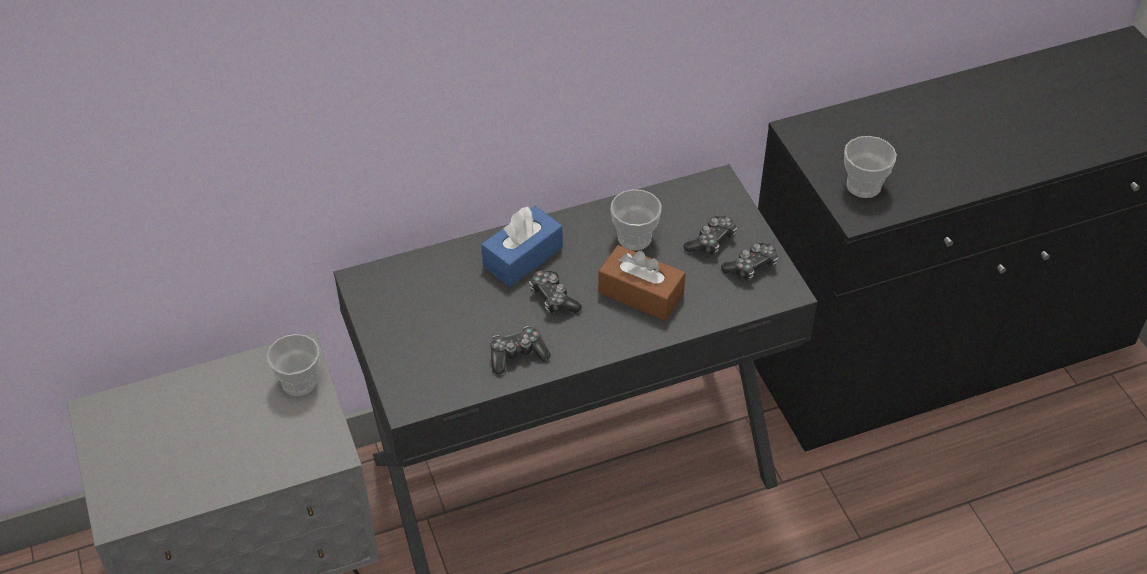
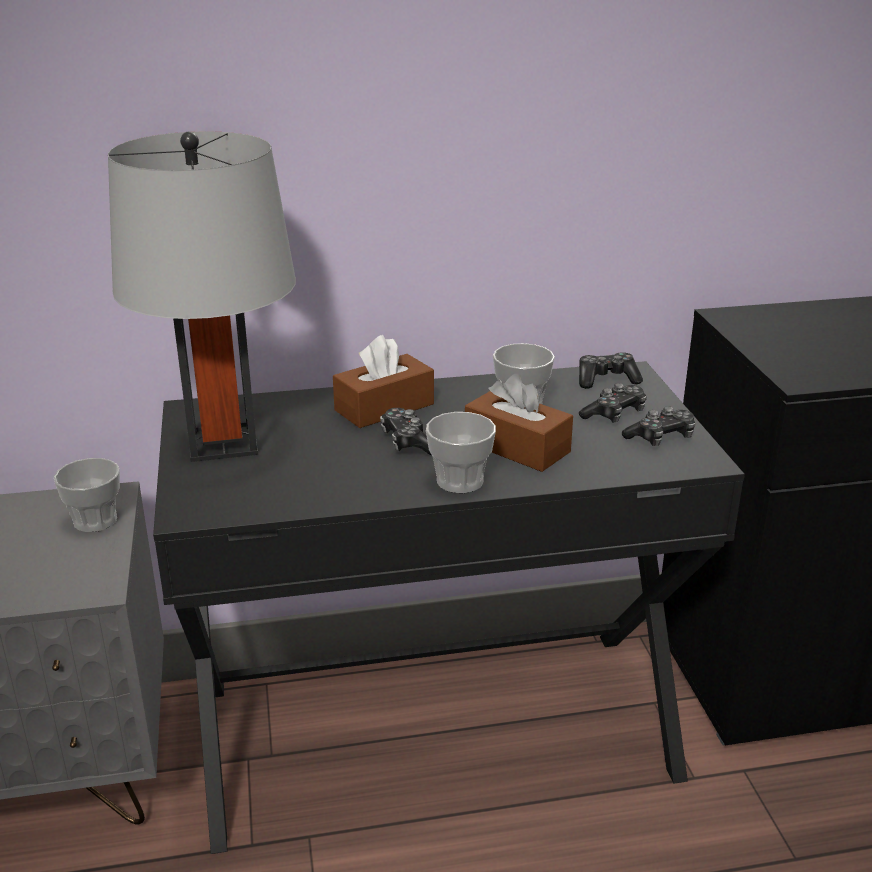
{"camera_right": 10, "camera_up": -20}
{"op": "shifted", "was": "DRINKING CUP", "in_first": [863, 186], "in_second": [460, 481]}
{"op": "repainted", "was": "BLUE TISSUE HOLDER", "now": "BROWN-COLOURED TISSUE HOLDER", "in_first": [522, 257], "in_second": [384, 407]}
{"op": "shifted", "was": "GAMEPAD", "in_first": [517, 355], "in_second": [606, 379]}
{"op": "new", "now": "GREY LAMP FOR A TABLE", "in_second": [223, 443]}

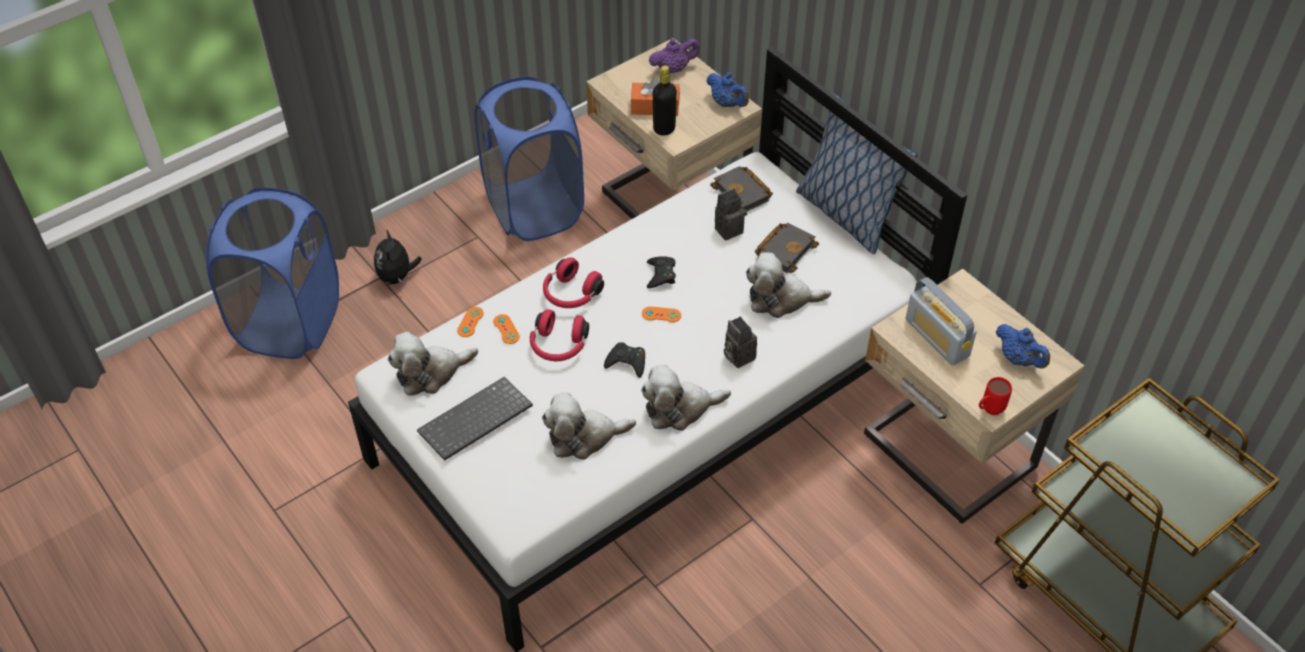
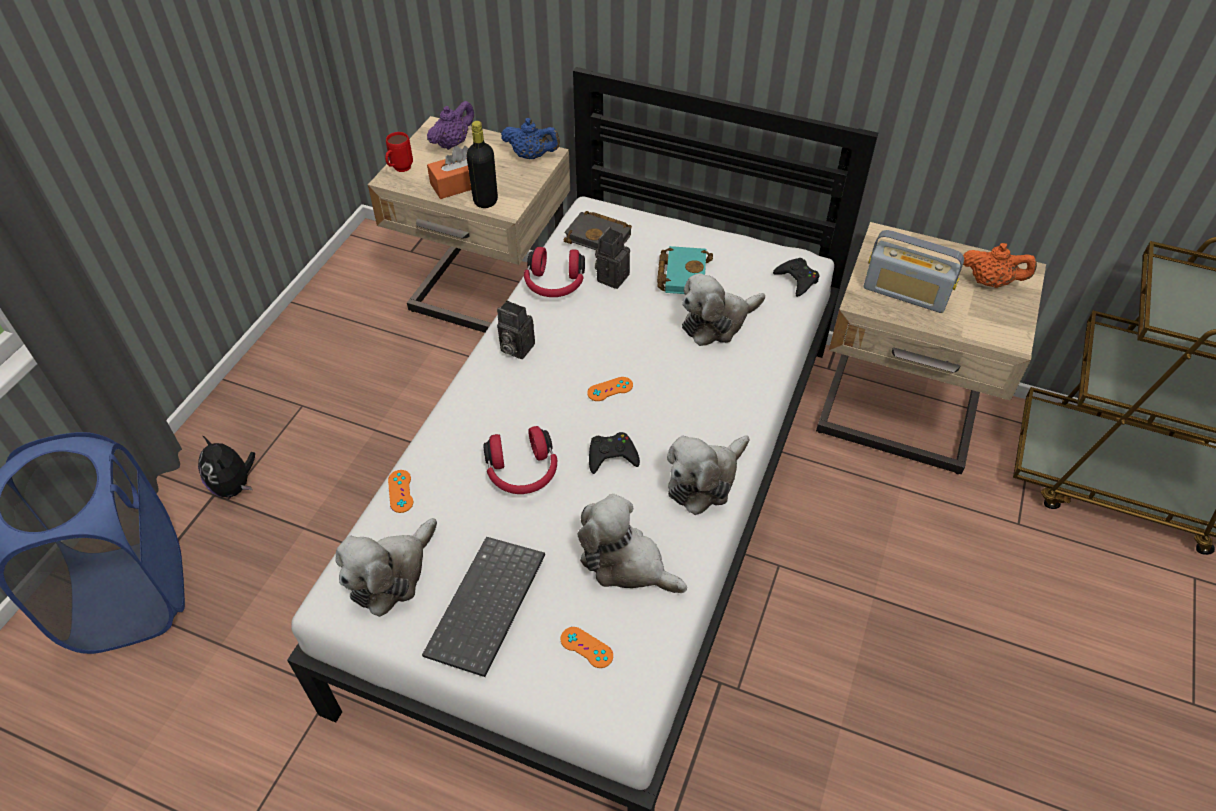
{"camera_right": -30, "camera_up": 0}
{"op": "gone", "was": "BLUE WASHING BASKET", "in_first": [533, 209]}
{"op": "gone", "was": "PILLOW", "in_first": [845, 214]}
{"op": "repainted", "was": "BLACK-COLOURED VOLUME", "now": "TURQUOISE VOLUME", "in_first": [785, 249], "in_second": [682, 274]}
{"op": "shifted", "was": "BLACK-COLOURED GAMEPAD", "in_first": [661, 275], "in_second": [797, 280]}
{"op": "shifted", "was": "RED-COLOURED HEADPHONES", "in_first": [571, 294], "in_second": [554, 284]}
{"op": "shifted", "was": "ORANGEY GAMEPAD", "in_first": [506, 329], "in_second": [586, 647]}
{"op": "shifted", "was": "PHOTO CAMERA", "in_first": [737, 356], "in_second": [515, 348]}
{"op": "repainted", "was": "BLUE POT FOR TEA", "now": "ORANGEY POT FOR TEA", "in_first": [1018, 359], "in_second": [990, 282]}
{"op": "shifted", "was": "RED-COLOURED MUG", "in_first": [988, 410], "in_second": [399, 170]}
{"op": "rotated", "was": "SOFT TOY", "in_first": [584, 437], "in_second": [626, 563], "clockwise": 75}

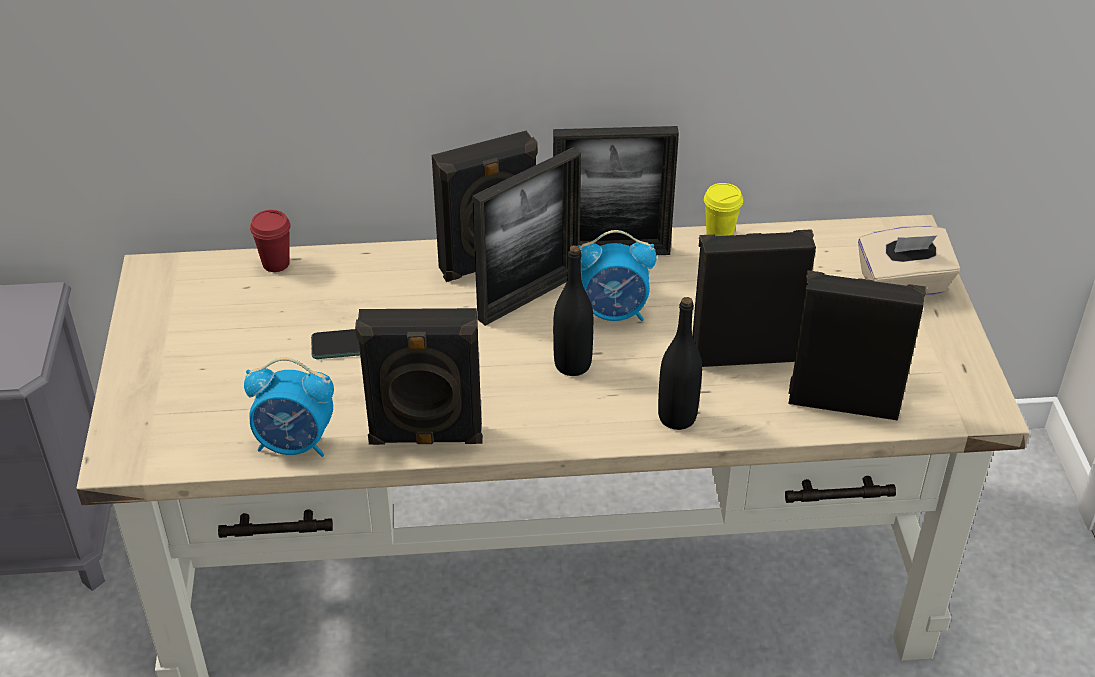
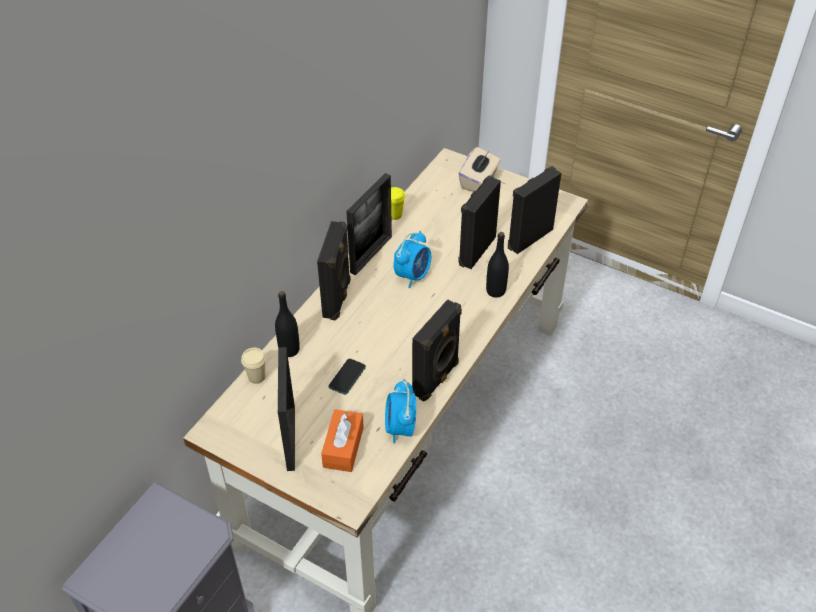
{"camera_right": -55, "camera_up": 5}
{"op": "shifted", "was": "PICTURE FRAME", "in_first": [529, 297], "in_second": [291, 438]}
{"op": "repainted", "was": "RED-COLOURED DRINKING CUP", "now": "BEIGE-COLOURED DRINKING CUP", "in_first": [276, 263], "in_second": [256, 377]}
{"op": "shifted", "was": "BLACK-COLOURED BOTTLE", "in_first": [572, 364], "in_second": [289, 350]}
{"op": "rotated", "was": "TABLE CLOCK", "in_first": [295, 444], "in_second": [400, 428], "clockwise": 135}
{"op": "new", "now": "ORANGEY TISSUE HOLDER", "in_second": [343, 447]}

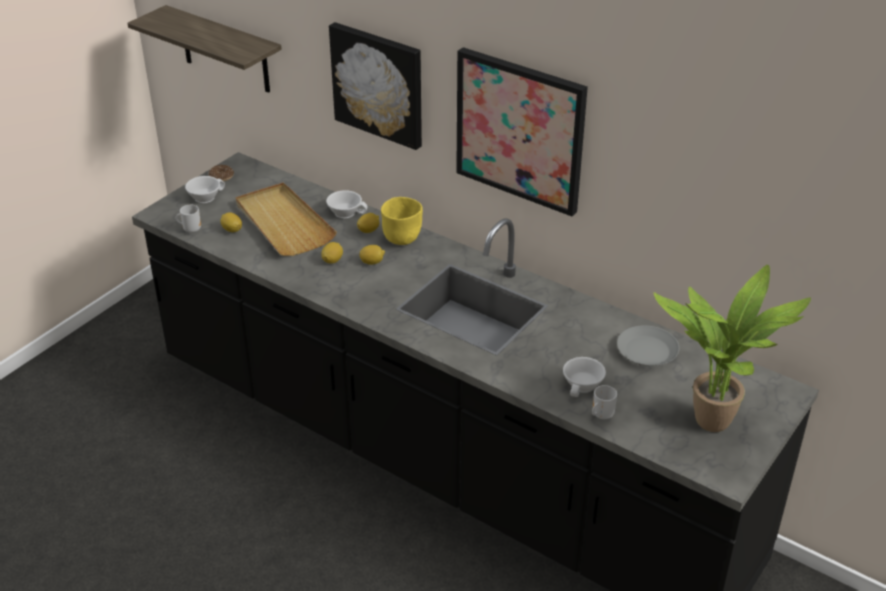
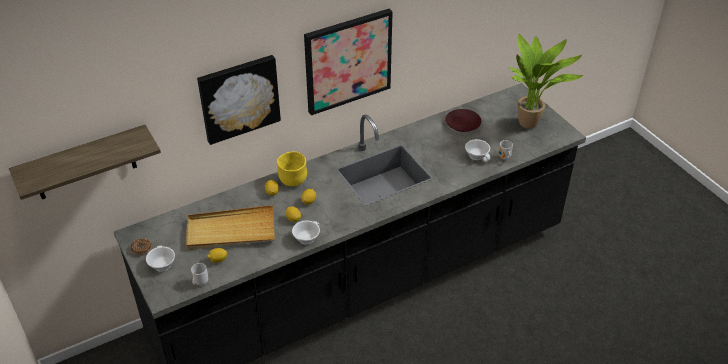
{"camera_right": -65, "camera_up": 5}
{"op": "shifted", "was": "WHITE-COLOURED DRINKING CUP", "in_first": [346, 212], "in_second": [306, 237]}
{"op": "repainted", "was": "GREY DINNER PLATE", "now": "BROWN-COLOURED DINNER PLATE", "in_first": [646, 351], "in_second": [462, 124]}

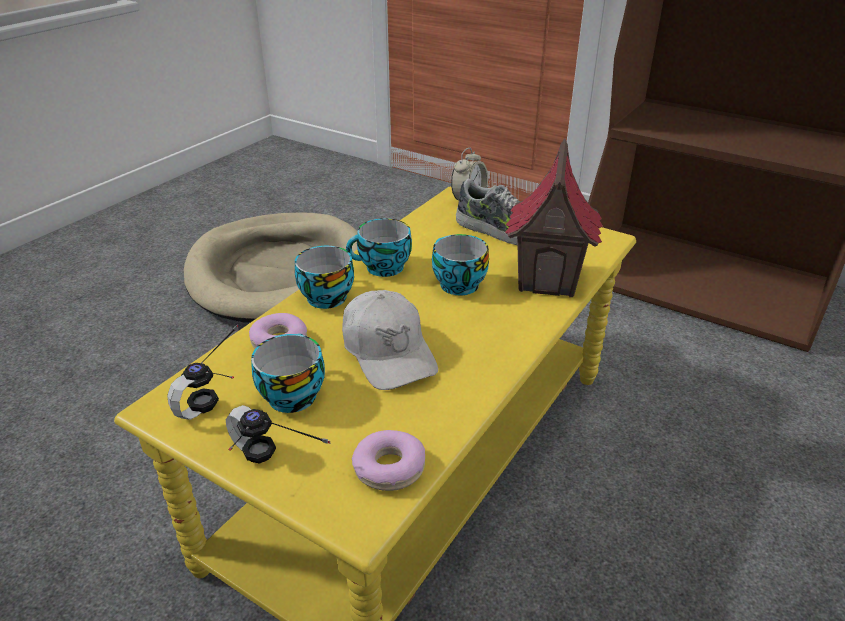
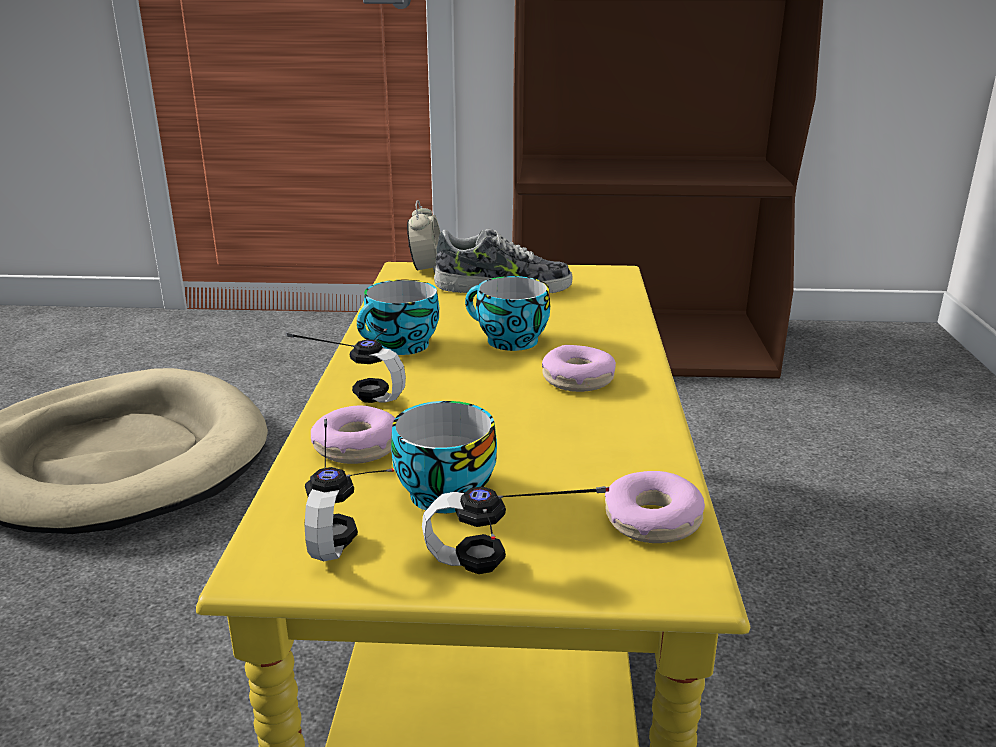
{"camera_right": -30, "camera_up": -10}
{"op": "gone", "was": "TOY HOUSE", "in_first": [548, 280]}
{"op": "swapped", "was": "DRINKING CUP", "now": "HEADPHONES", "in_first": [325, 296], "in_second": [361, 388]}
{"op": "gone", "was": "WHITE-COLOURED CAP", "in_first": [388, 352]}
{"op": "new", "now": "RING DOUGHNUT", "in_second": [578, 379]}

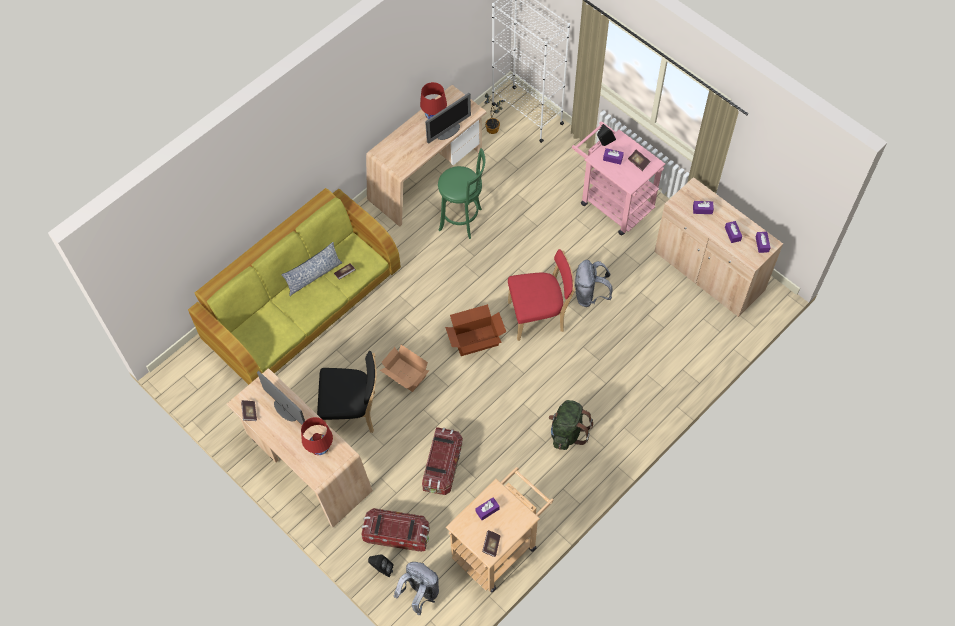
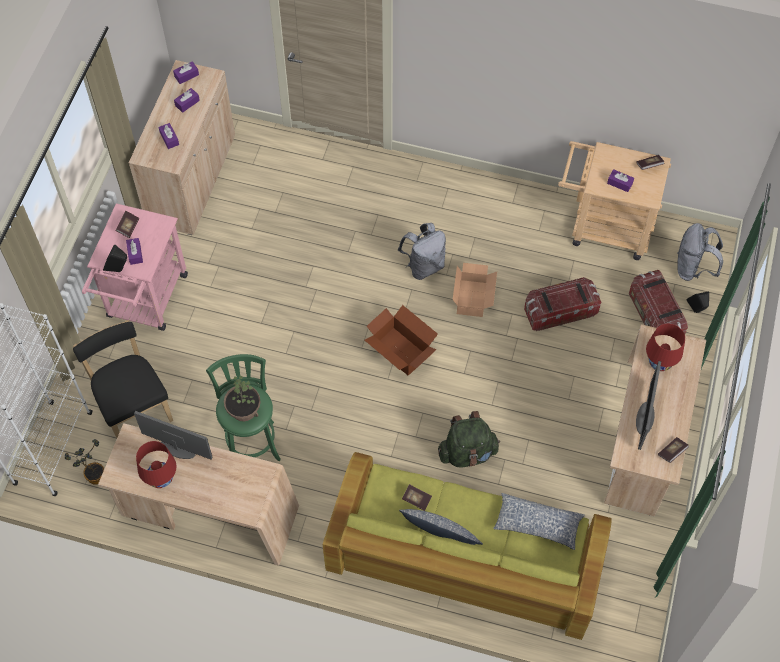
{"camera_right": -120, "camera_up": 0}
{"op": "gone", "was": "RED-COLOURED UPRIGHT CHAIR", "in_first": [539, 316]}
{"op": "shifted", "was": "GREY RUCKSACK", "in_first": [590, 295], "in_second": [424, 266]}
{"op": "shifted", "was": "CARDBOARD BOX", "in_first": [405, 376], "in_second": [473, 297]}
{"op": "shifted", "was": "BLACK-COLOURED UPRIGHT CHAIR", "in_first": [353, 412], "in_second": [133, 407]}
{"op": "shifted", "was": "GREEN-COLOURED RUCKSACK", "in_first": [567, 432], "in_second": [467, 453]}
{"op": "new", "now": "PLANT IN A POT", "in_second": [243, 410]}
{"op": "new", "now": "PILLOW", "in_second": [537, 525]}

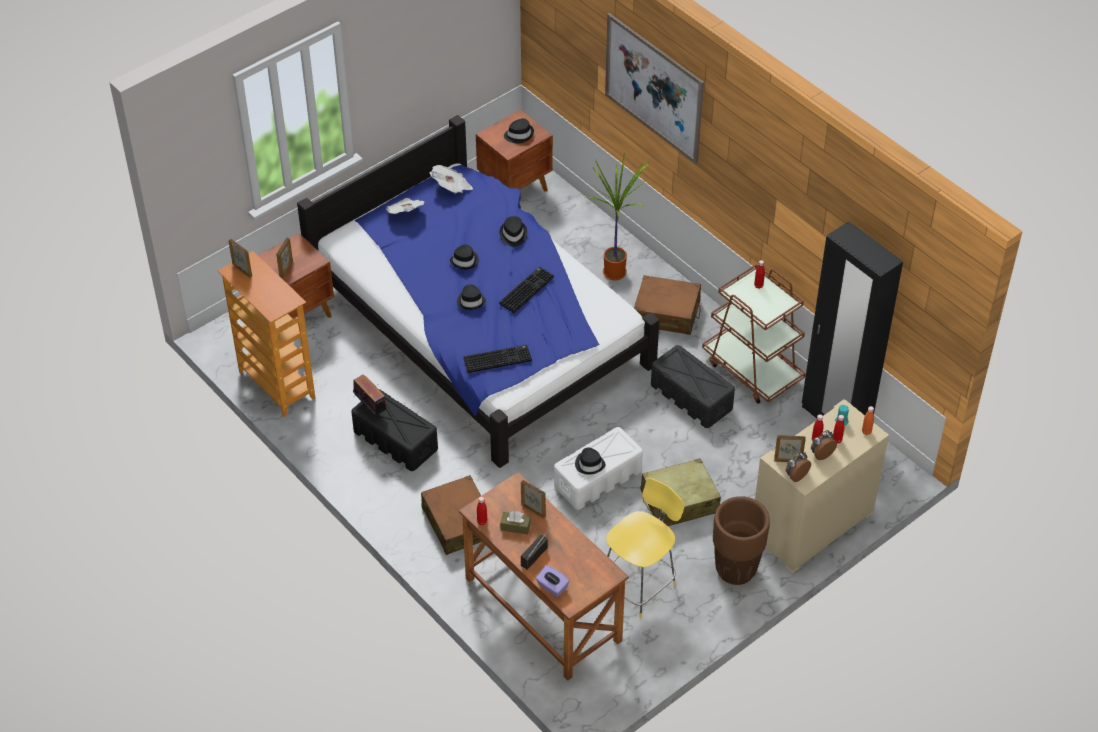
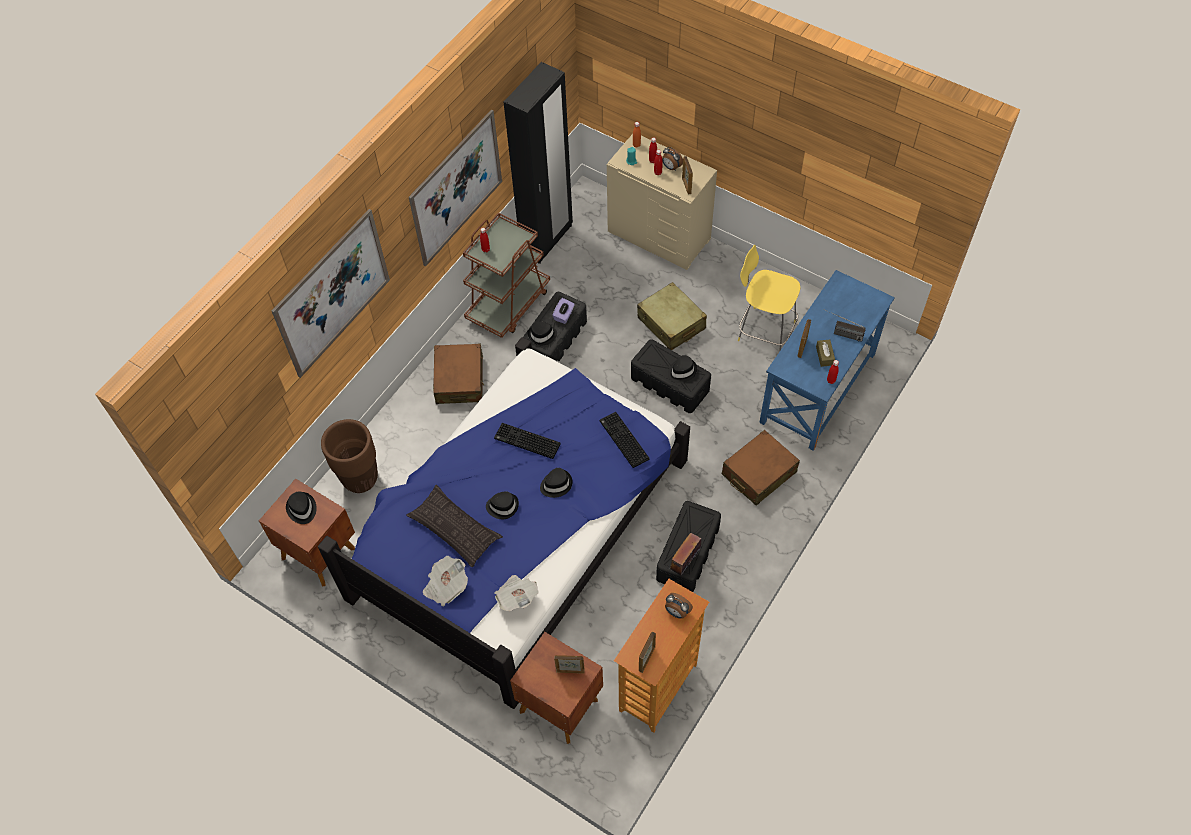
{"camera_right": -105, "camera_up": 10}
{"op": "gone", "was": "PLANT IN A POT", "in_first": [616, 272]}
{"op": "shifted", "was": "DAILY PAPER", "in_first": [452, 187], "in_second": [517, 597]}
{"op": "shifted", "was": "BLACK-COLOURED WEARABLE HAT", "in_first": [513, 235], "in_second": [542, 335]}
{"op": "repainted", "was": "WHITE-COLOURED STORAGE CONTAINER", "now": "BLACK-COLOURED STORAGE CONTAINER", "in_first": [597, 479], "in_second": [670, 385]}
{"op": "shifted", "was": "TABLE CLOCK", "in_first": [796, 475], "in_second": [677, 612]}
{"op": "repainted", "was": "BROWN-COLOURED DESK TABLE", "now": "BLUE DESK TABLE", "in_first": [542, 609], "in_second": [818, 388]}
{"op": "shifted", "was": "BROWN-COLOURED PLANTER", "in_first": [736, 570], "in_second": [360, 478]}
{"op": "shifted", "was": "PURPLISH TISSUE HOLDER", "in_first": [552, 587], "in_second": [564, 315]}
{"op": "new", "now": "WALL ART", "in_second": [457, 188]}
{"op": "new", "now": "PILLOW", "in_second": [454, 529]}

